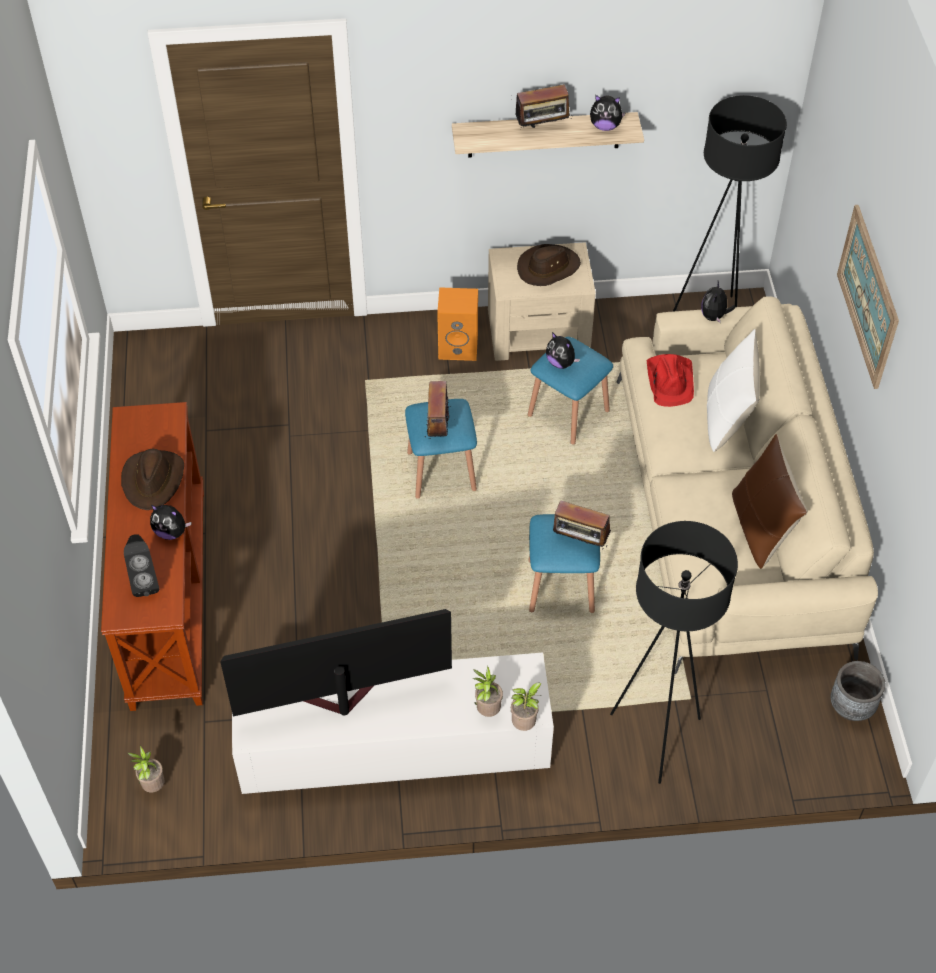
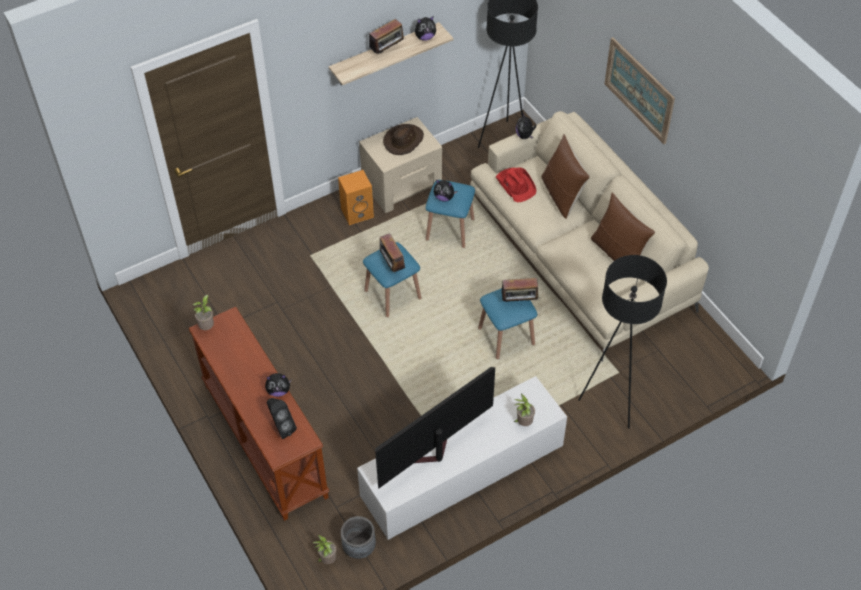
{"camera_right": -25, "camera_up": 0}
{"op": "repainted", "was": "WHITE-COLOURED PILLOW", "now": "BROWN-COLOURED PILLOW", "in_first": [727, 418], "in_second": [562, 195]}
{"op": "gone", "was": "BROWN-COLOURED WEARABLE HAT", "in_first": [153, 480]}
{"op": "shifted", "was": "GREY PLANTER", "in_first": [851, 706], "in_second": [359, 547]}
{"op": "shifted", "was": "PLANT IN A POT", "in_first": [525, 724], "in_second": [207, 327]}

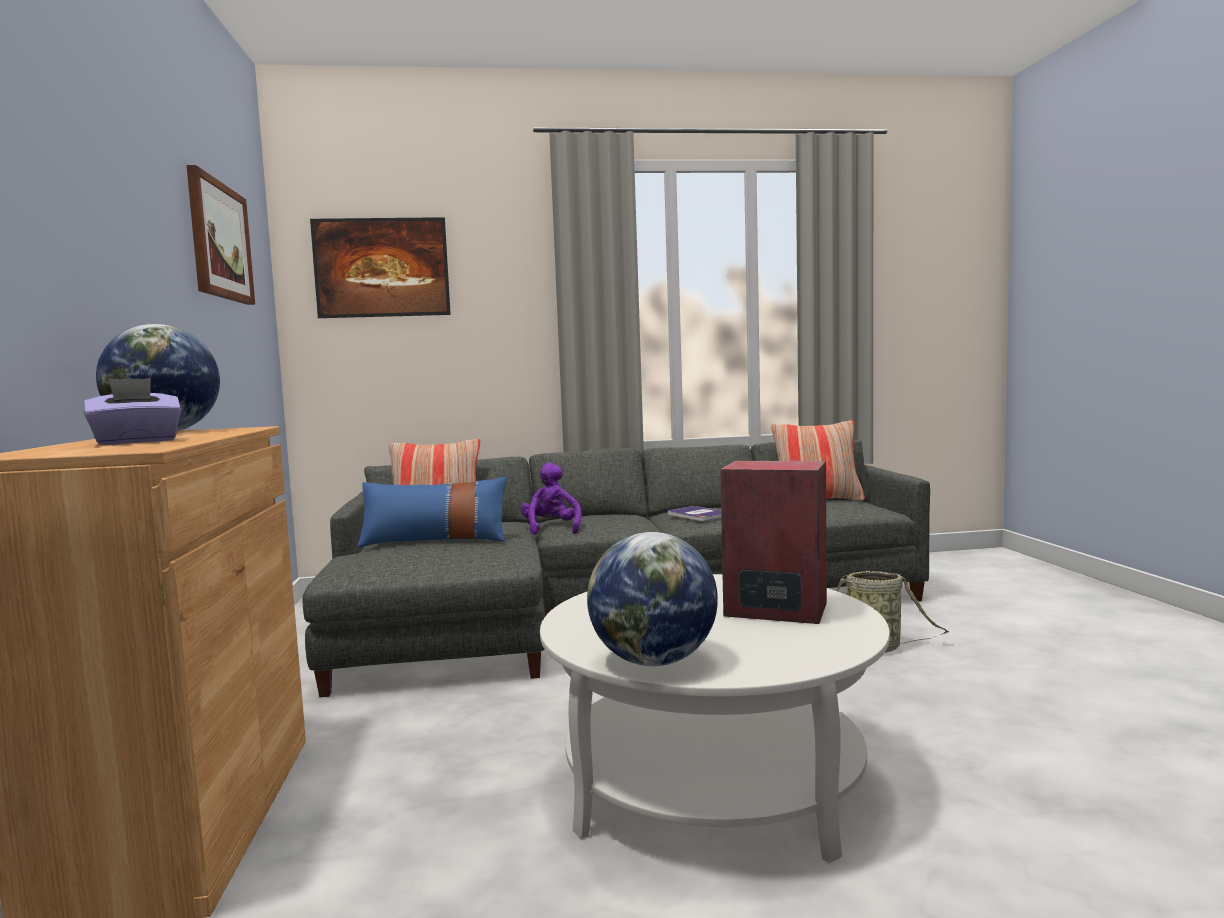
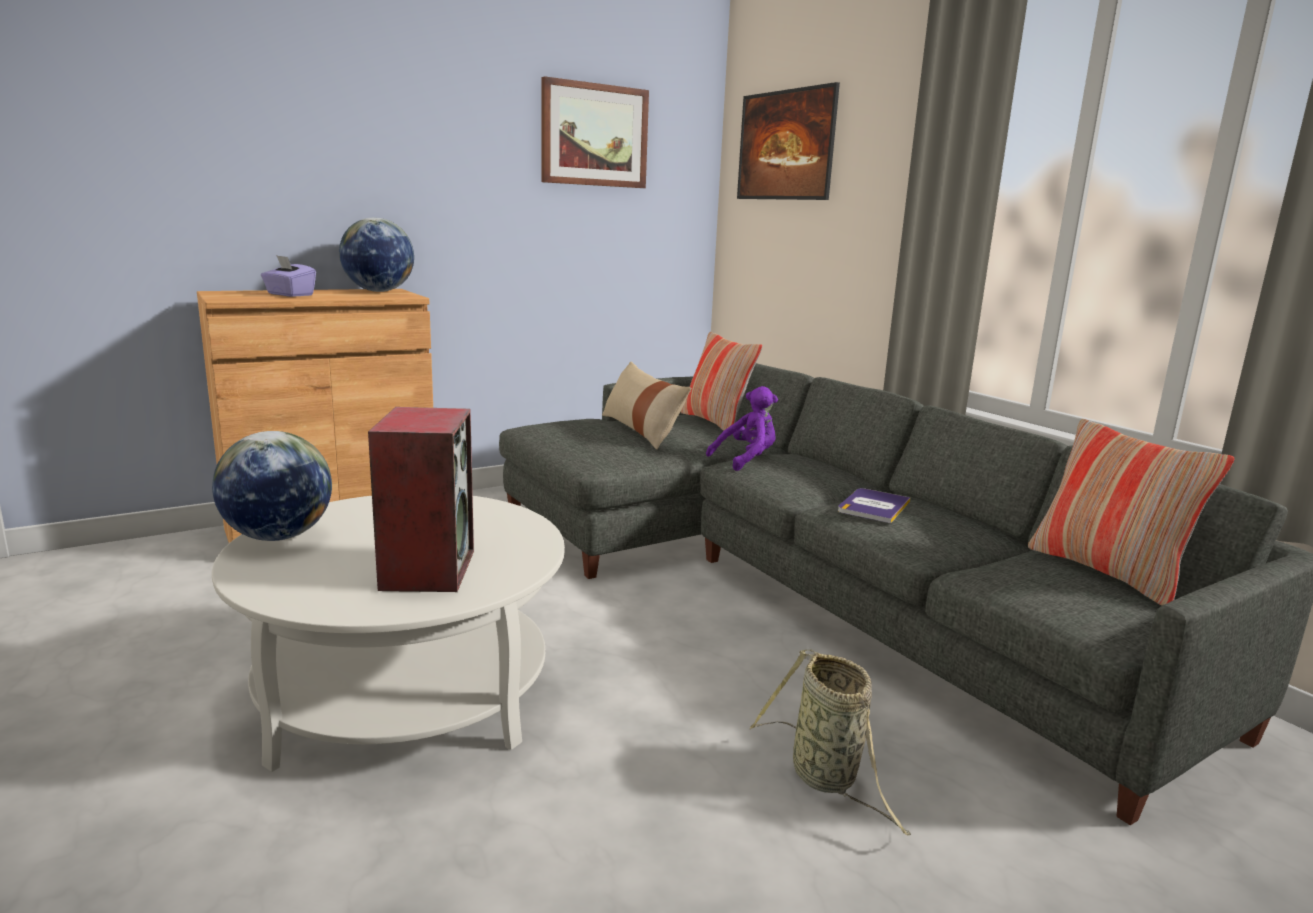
{"camera_right": 65, "camera_up": 10}
{"op": "repainted", "was": "BLUE PILLOW", "now": "BEIGE-COLOURED PILLOW", "in_first": [435, 540], "in_second": [642, 430]}

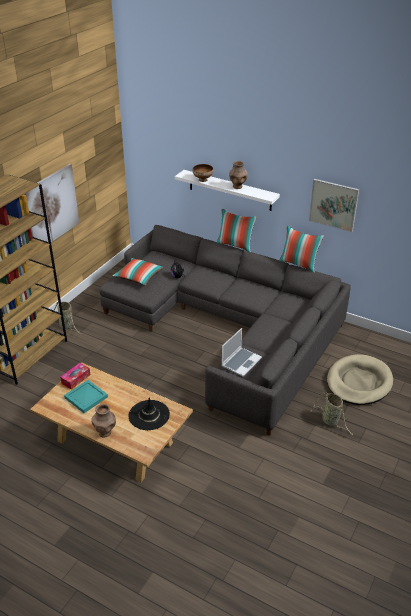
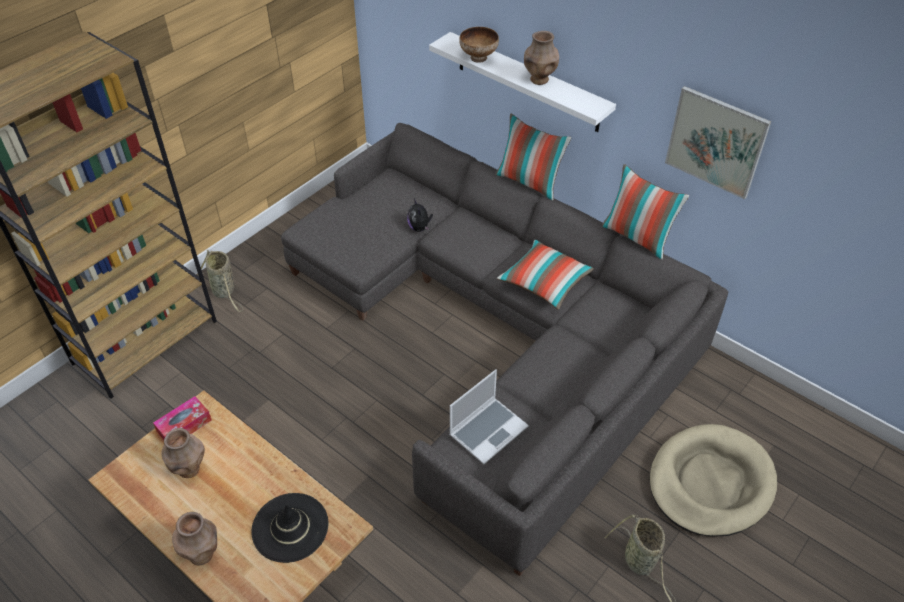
{"camera_right": 10, "camera_up": 10}
{"op": "gone", "was": "WALL ART", "in_first": [52, 207]}
{"op": "shifted", "was": "PILLOW", "in_first": [138, 277], "in_second": [544, 282]}
{"op": "swapped", "was": "TURQUOISE CARRYING TRAY", "now": "BROWN-COLOURED FLOWER VASE", "in_first": [85, 397], "in_second": [189, 469]}

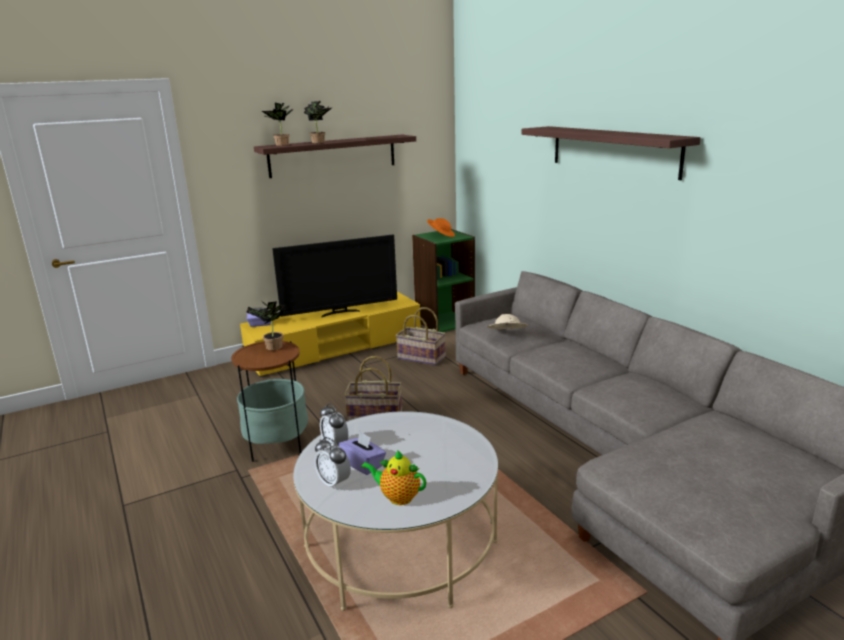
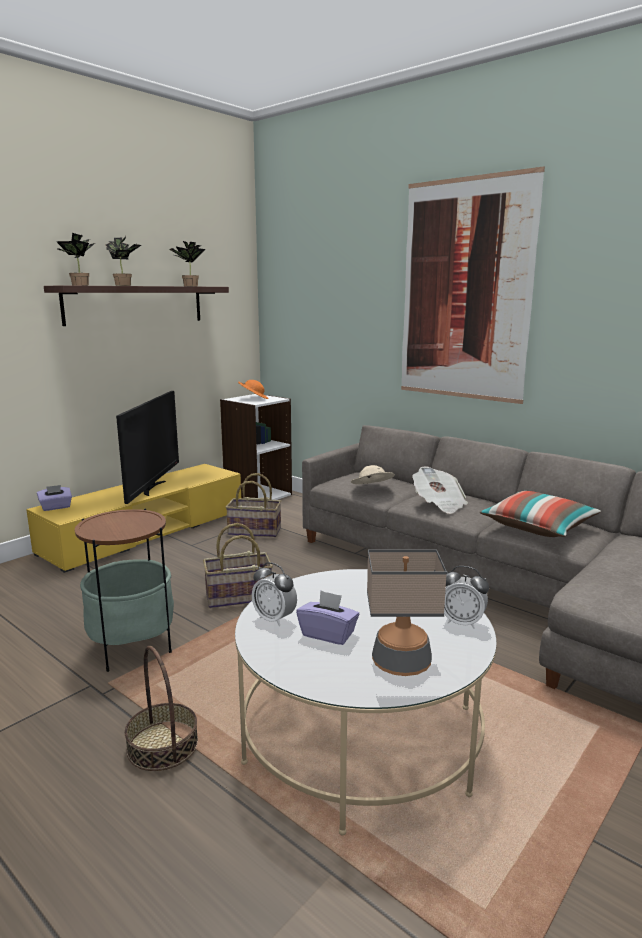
{"camera_right": -20, "camera_up": -5}
{"op": "swapped", "was": "BRACKET SHELF", "now": "WALL ART", "in_first": [613, 150], "in_second": [464, 291]}
{"op": "repainted", "was": "GREEN-COLOURED BOOKSHELF", "now": "WHITE-COLOURED BOOKSHELF", "in_first": [444, 322], "in_second": [257, 495]}
{"op": "rotated", "was": "TELEVISION", "in_first": [340, 312], "in_second": [152, 488], "clockwise": -45}
{"op": "shifted", "was": "PLANT IN A POT", "in_first": [271, 347], "in_second": [189, 286]}
{"op": "shifted", "was": "TABLE CLOCK", "in_first": [334, 483], "in_second": [462, 622]}
{"op": "swapped", "was": "POT FOR TEA", "now": "LAMP FOR A TABLE", "in_first": [397, 497], "in_second": [401, 663]}
{"op": "new", "now": "DAILY PAPER", "in_second": [439, 504]}
{"op": "new", "now": "PILLOW", "in_second": [538, 527]}
{"op": "new", "now": "HOUSEHOLD BASKET", "in_second": [162, 745]}

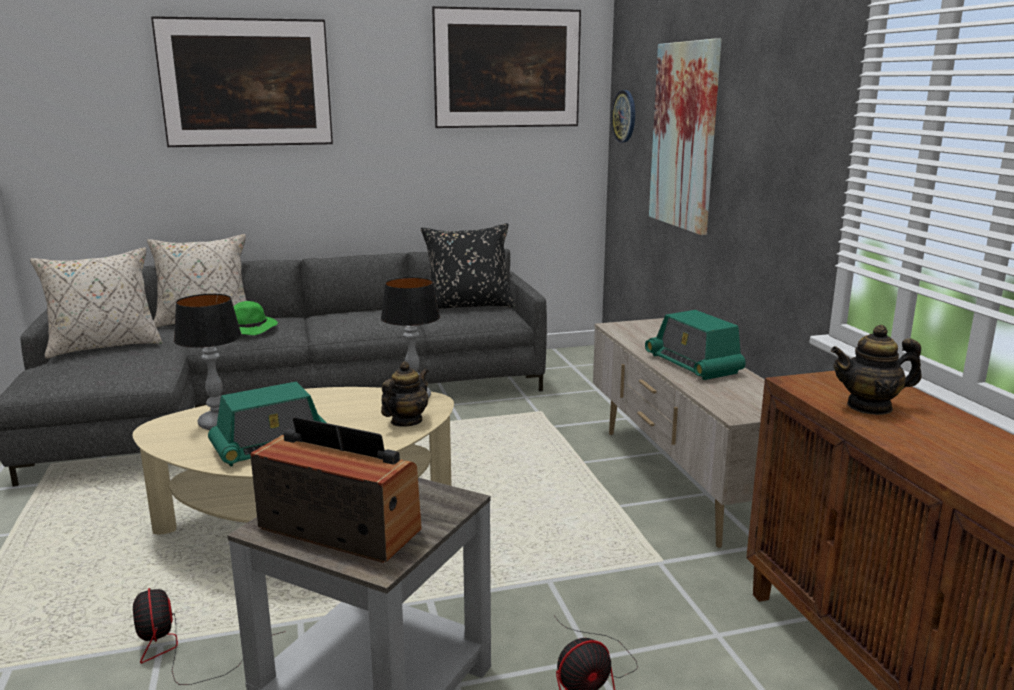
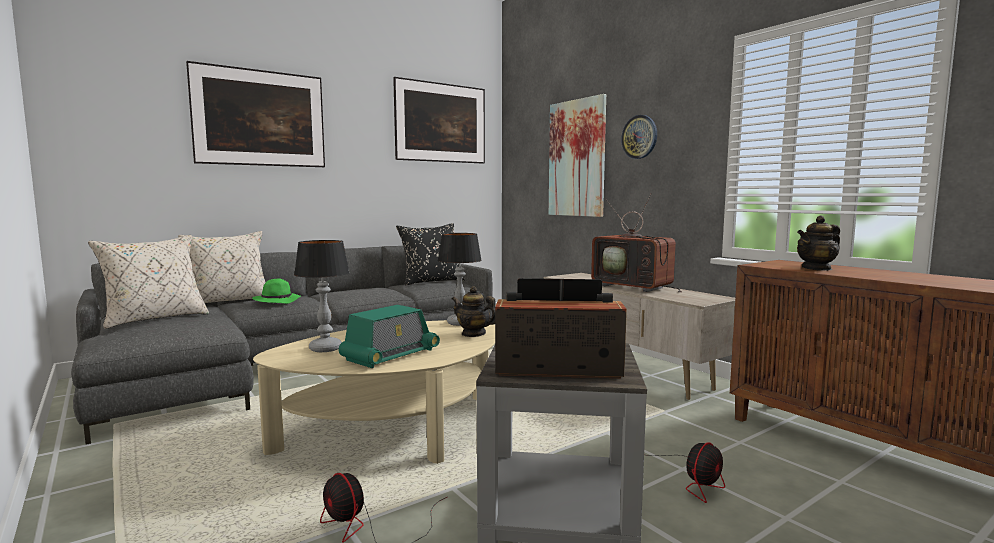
{"camera_right": -20, "camera_up": -10}
{"op": "shifted", "was": "WALL CLOCK", "in_first": [624, 116], "in_second": [639, 137]}
{"op": "swapped", "was": "RADIO RECEIVER", "now": "TELEVISION", "in_first": [693, 364], "in_second": [635, 287]}
{"op": "rotated", "was": "POT FOR TEA", "in_first": [406, 421], "in_second": [473, 334], "clockwise": -75}

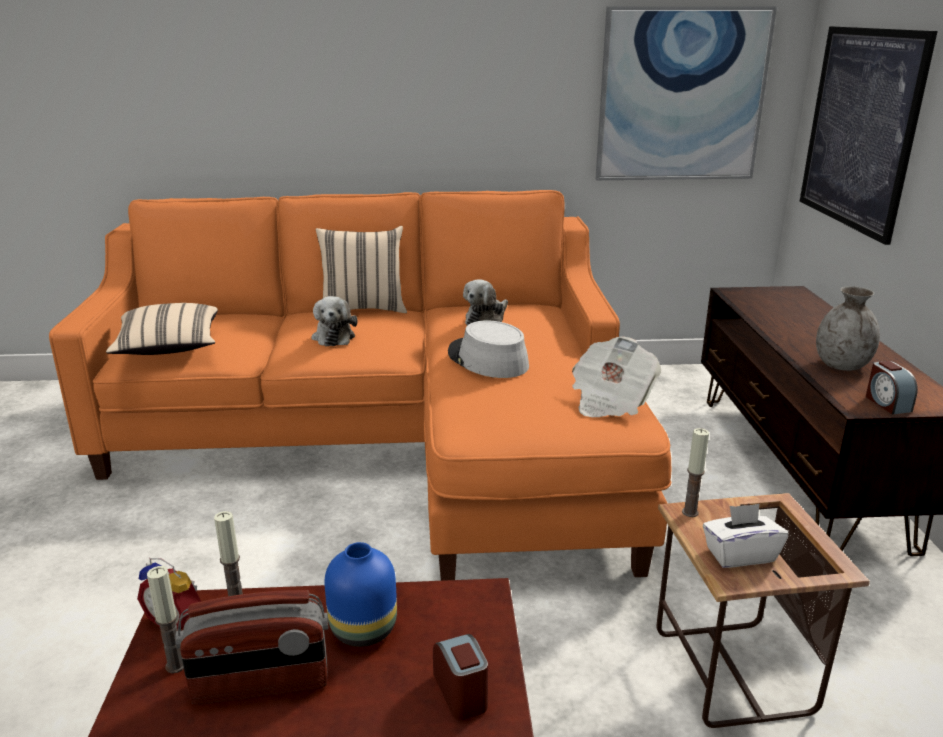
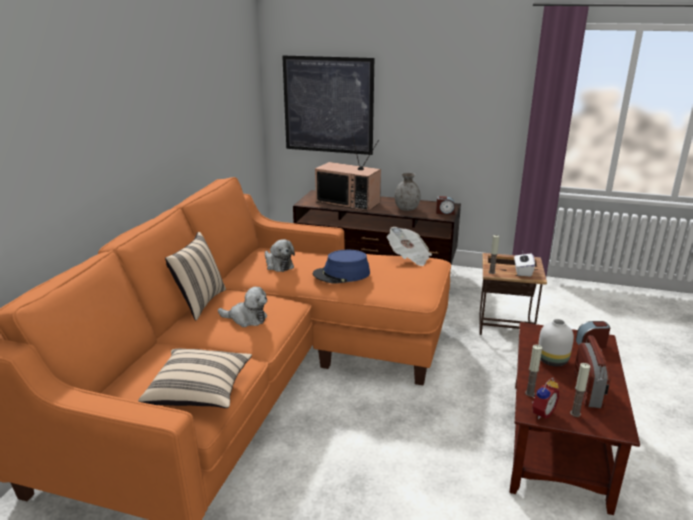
{"camera_right": -70, "camera_up": 0}
{"op": "gone", "was": "WALL ART", "in_first": [681, 95]}
{"op": "repainted", "was": "GREY WEARABLE HAT", "now": "BLUE WEARABLE HAT", "in_first": [487, 359], "in_second": [341, 274]}
{"op": "repainted", "was": "BLUE FLOWER VASE", "now": "WHITE-COLOURED FLOWER VASE", "in_first": [362, 628], "in_second": [551, 360]}
{"op": "new", "now": "TELEVISION", "in_second": [349, 202]}

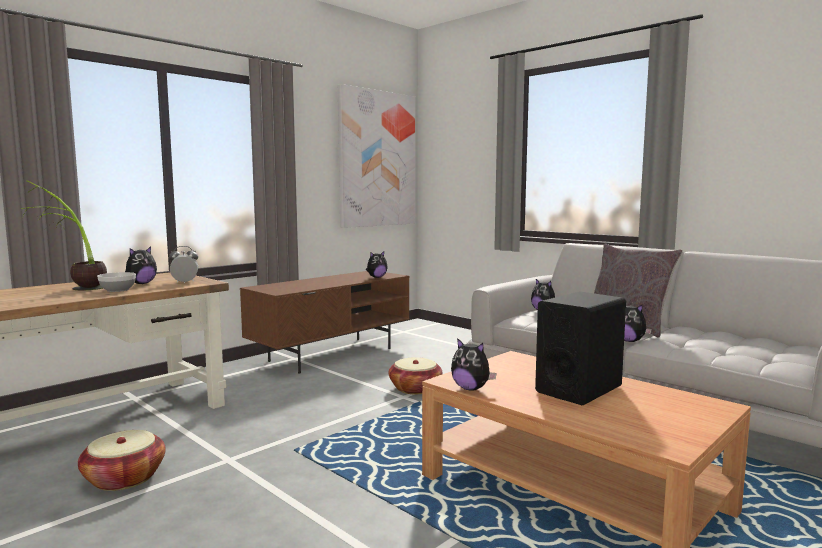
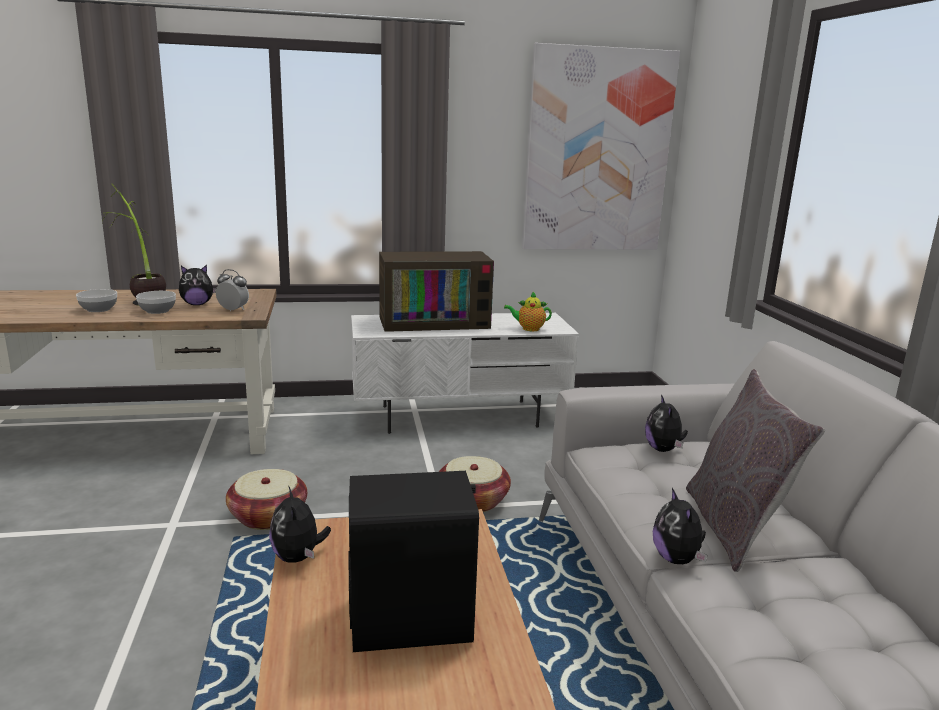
{"camera_right": 35, "camera_up": 10}
{"op": "swapped", "was": "SOFT TOY", "now": "POT FOR TEA", "in_first": [376, 277], "in_second": [528, 329]}
{"op": "repainted", "was": "BROWN-COLOURED MEDIA CONSOLE", "now": "WHITE-COLOURED MEDIA CONSOLE", "in_first": [331, 354], "in_second": [460, 416]}
{"op": "shifted", "was": "HOUSEHOLD BASKET", "in_first": [124, 478], "in_second": [268, 516]}
{"op": "new", "now": "TELEVISION", "in_second": [434, 321]}
{"op": "new", "now": "SERVING BOWL", "in_second": [98, 309]}

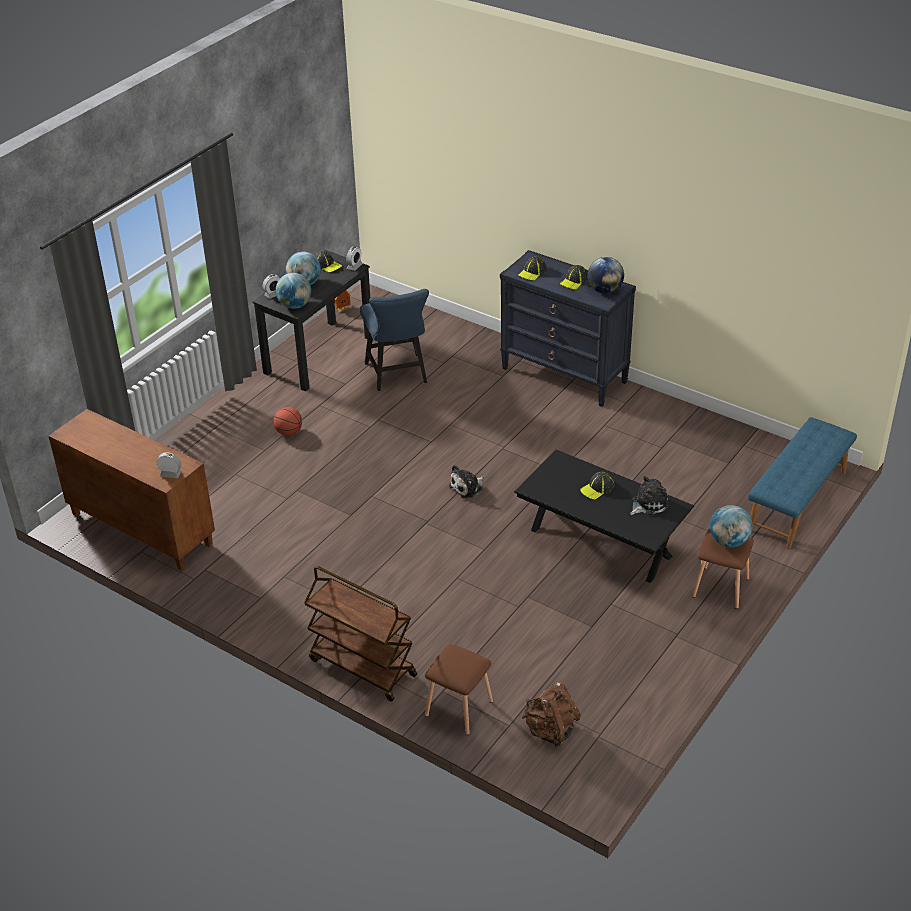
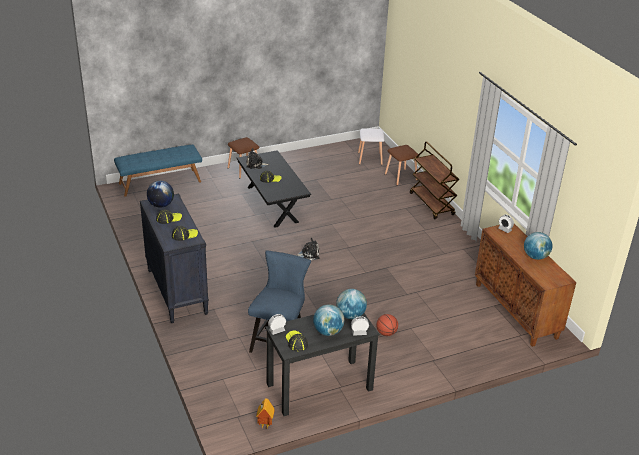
{"camera_right": -150, "camera_up": -5}
{"op": "shifted", "was": "WORLD GLOBE", "in_first": [729, 541], "in_second": [535, 256]}
{"op": "swapped", "was": "BROWN-COLOURED RUCKSACK", "now": "WHITE-COLOURED SITTING STOOL", "in_first": [550, 731], "in_second": [370, 158]}

